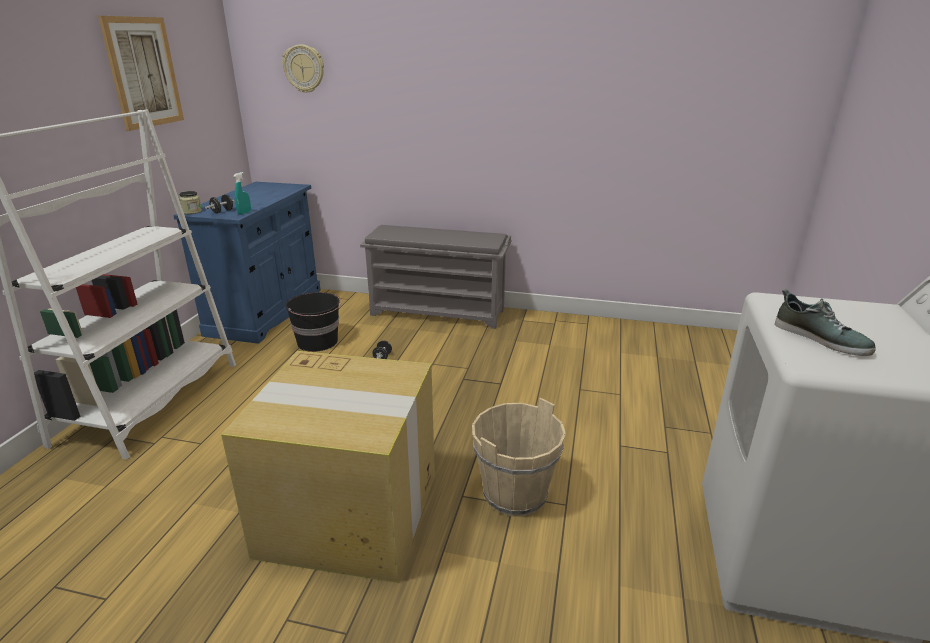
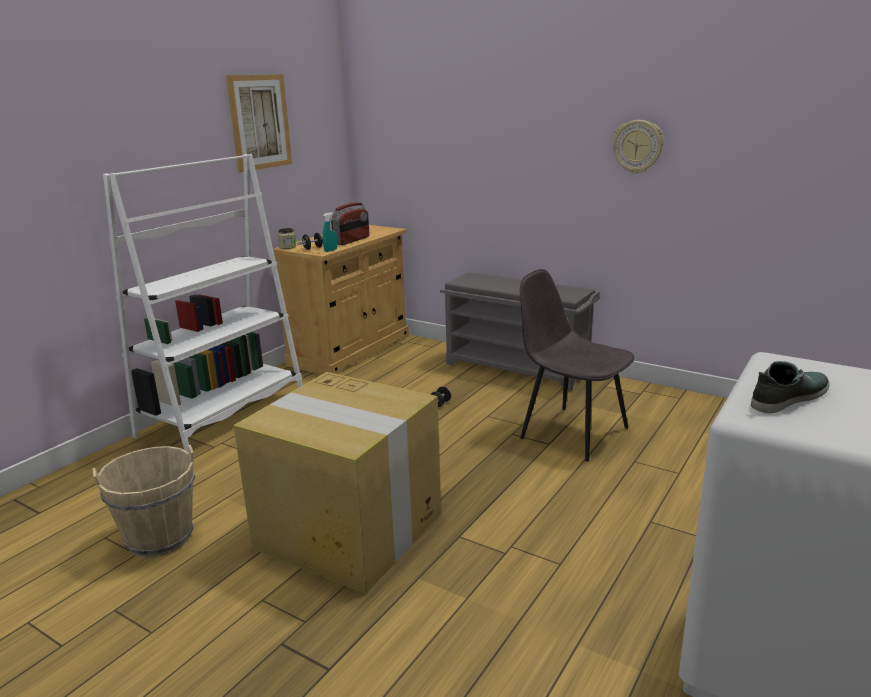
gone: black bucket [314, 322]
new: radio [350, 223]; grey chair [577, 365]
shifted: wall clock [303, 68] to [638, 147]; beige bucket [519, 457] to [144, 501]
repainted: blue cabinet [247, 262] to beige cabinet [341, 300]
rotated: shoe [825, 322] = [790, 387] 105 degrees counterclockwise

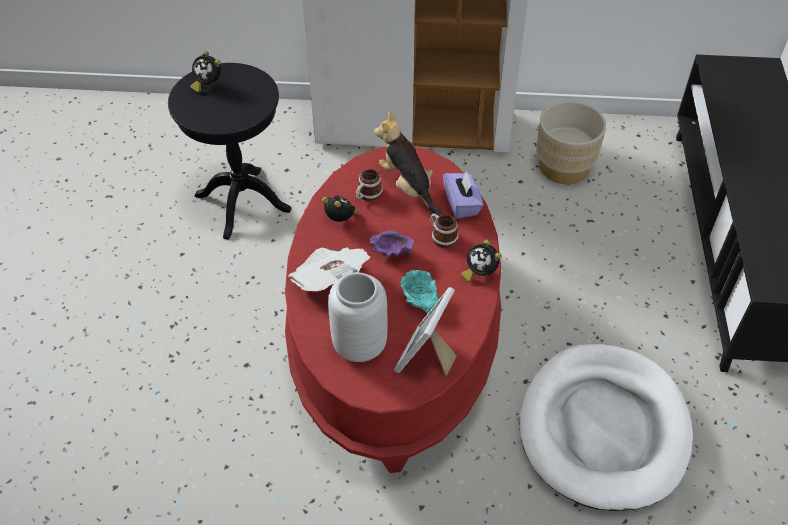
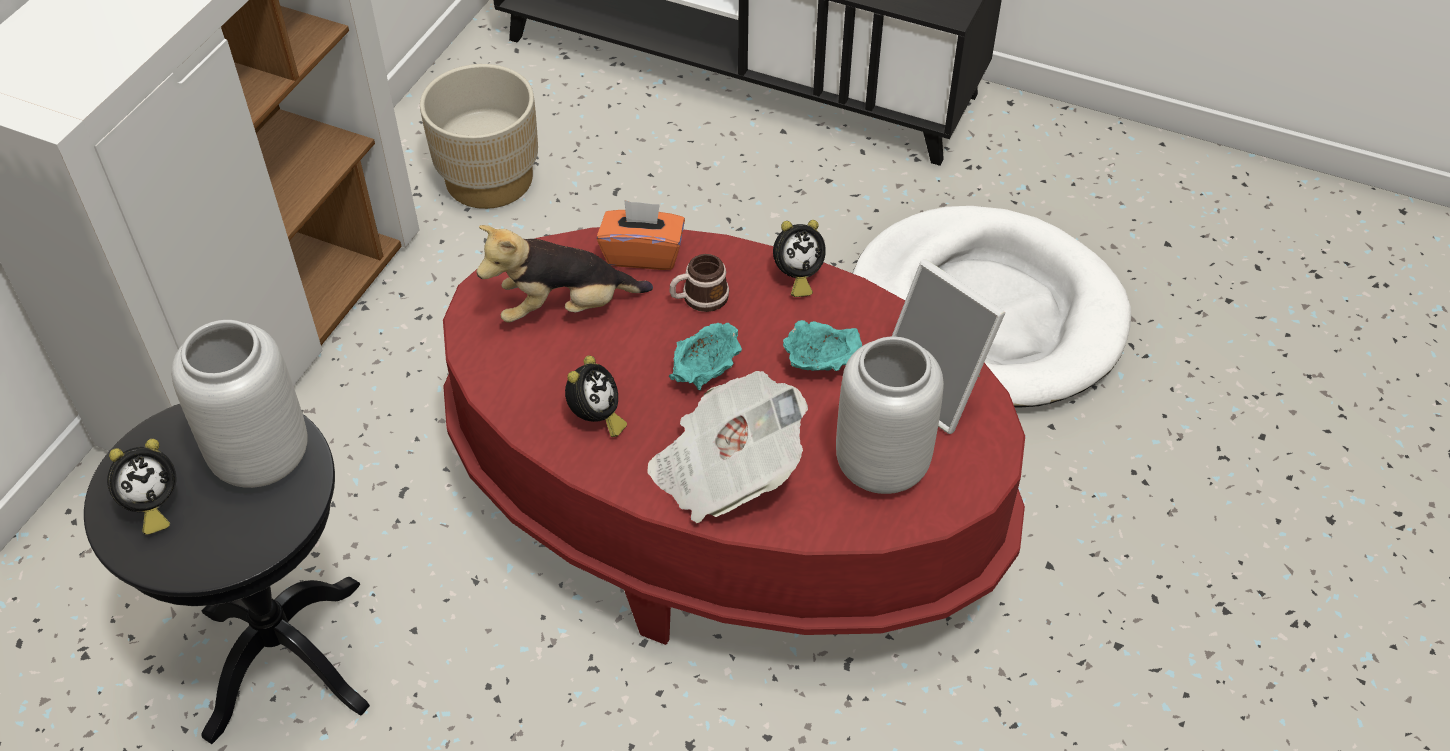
gone: mug [369, 185]
new: grey vase [239, 404]
repainted: purple tissue box [463, 195] to orange tissue box [641, 235]; purple bowl [391, 243] to turquoise bowl [705, 356]
rotated: alarm clock [340, 208] = [596, 396] 150 degrees clockwise

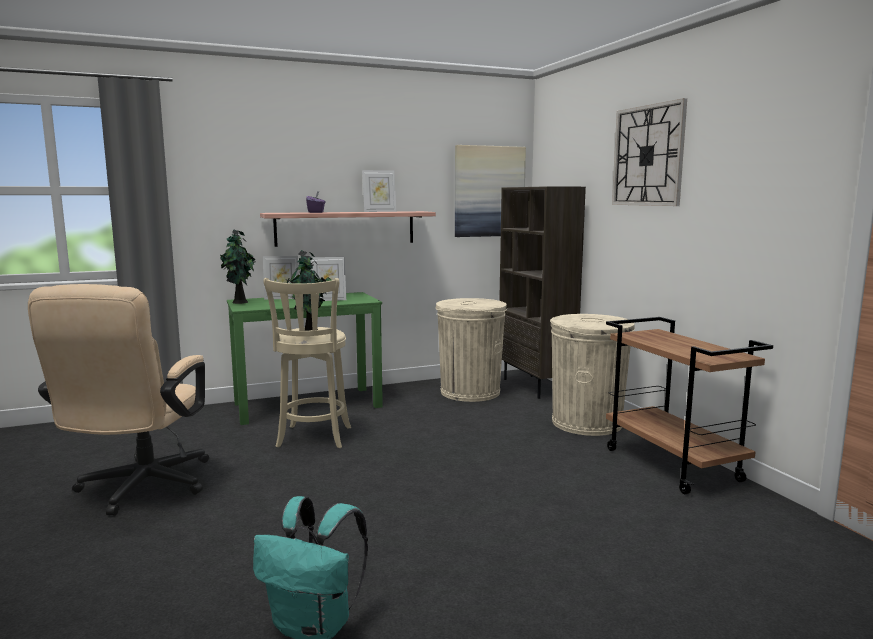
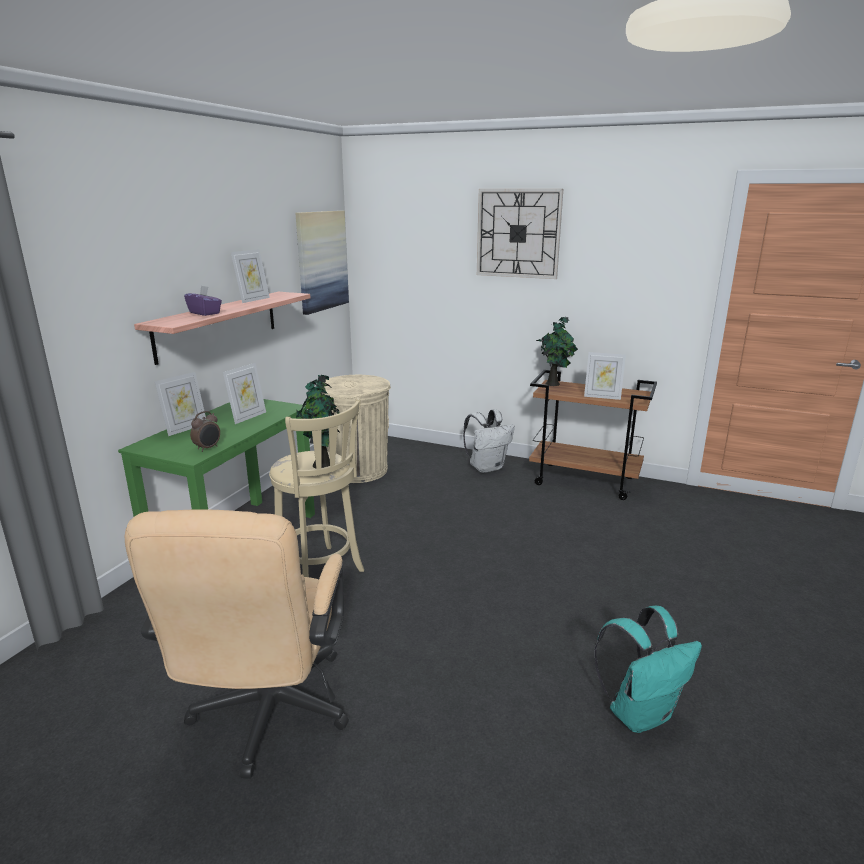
gone: brown bookcase [542, 292]
new: picture frame [605, 376]; alarm clock [205, 431]
shifted: potted plant [238, 266] to [557, 351]
swapped: beige trash can [592, 375] to white backpack [489, 441]
rotated: beige office chair [118, 400] = [237, 644] 45 degrees clockwise

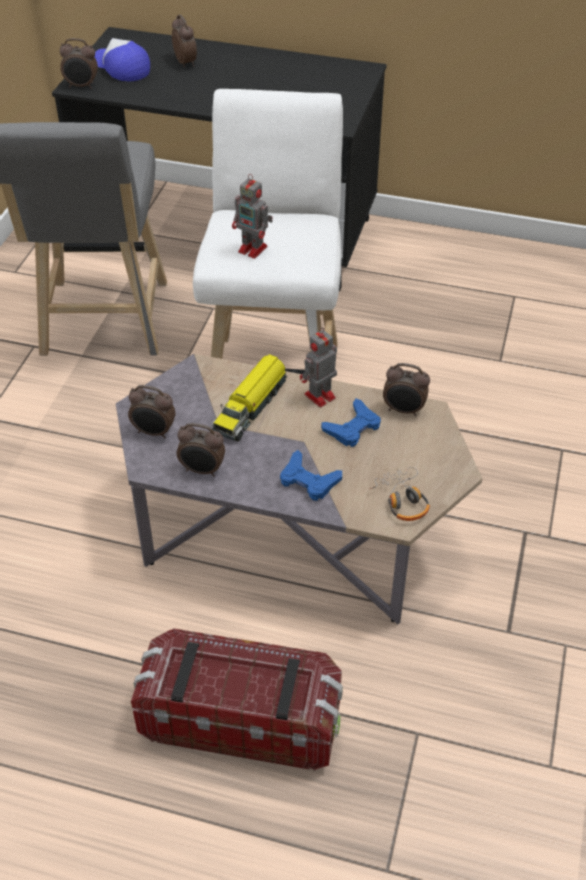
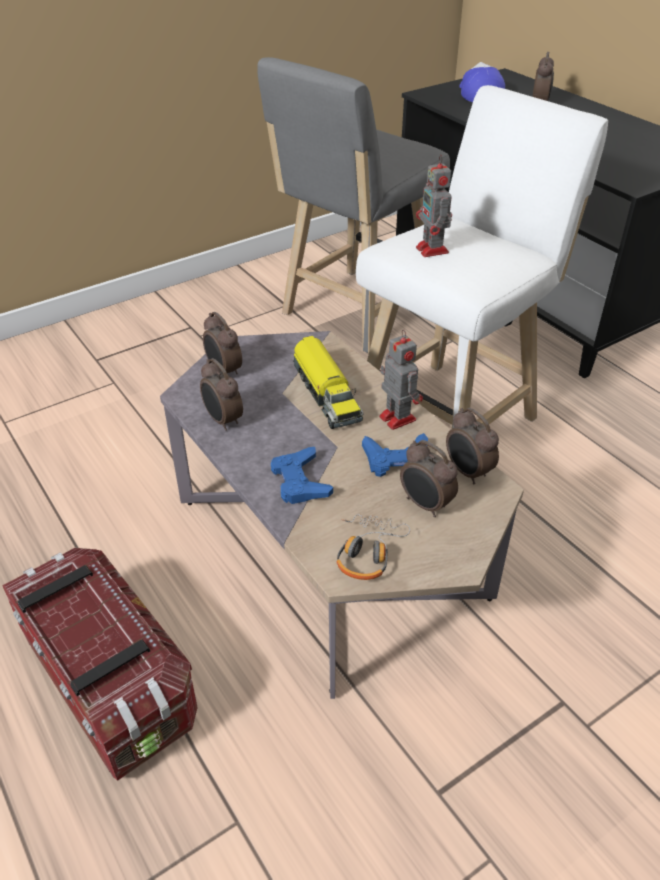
shifted: alarm clock [79, 63] to [429, 478]
rotated: toy robot [318, 367] = [401, 379] 60 degrees clockwise; toy truck [249, 397] = [328, 382] 90 degrees counterclockwise

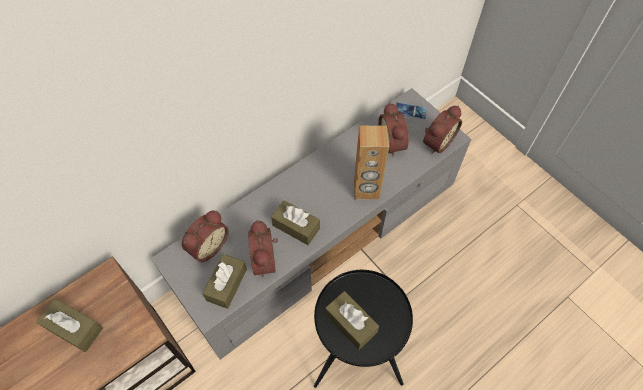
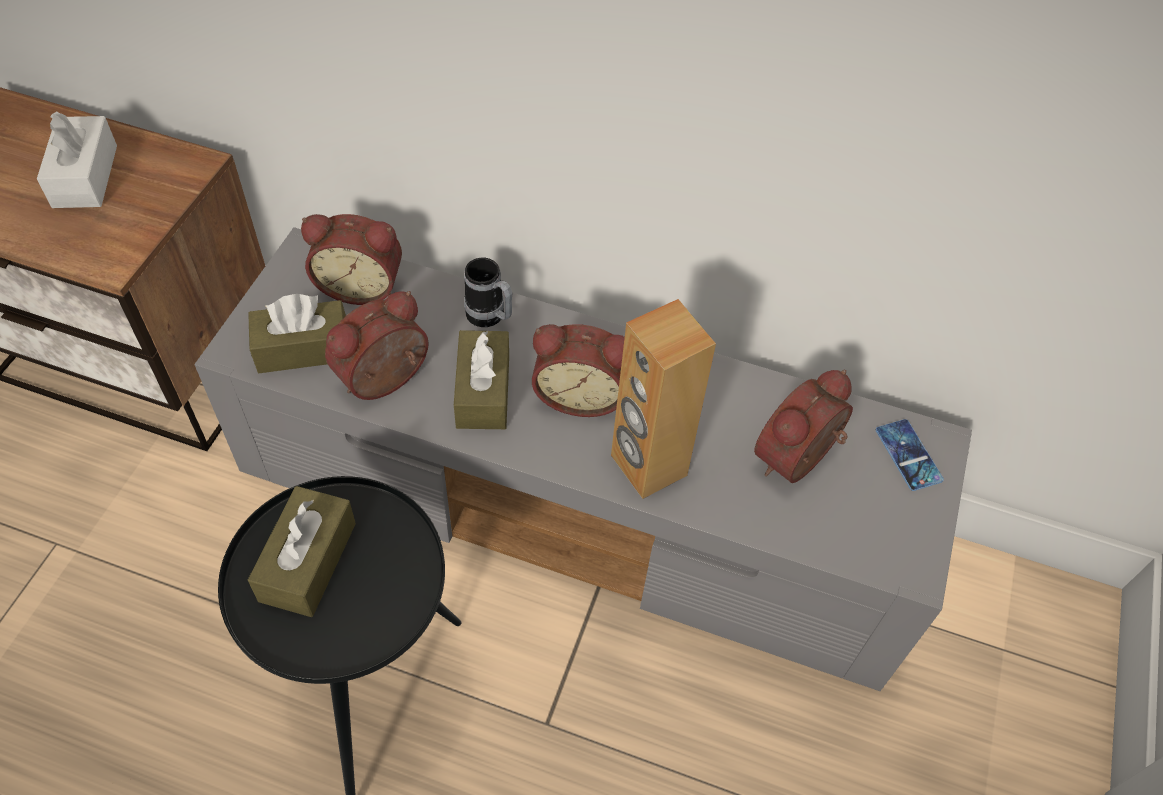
new: mug [488, 292]
shifted: alarm clock [442, 129] to [578, 370]
repainted: brown tissue box [69, 325] to white tissue box [77, 159]

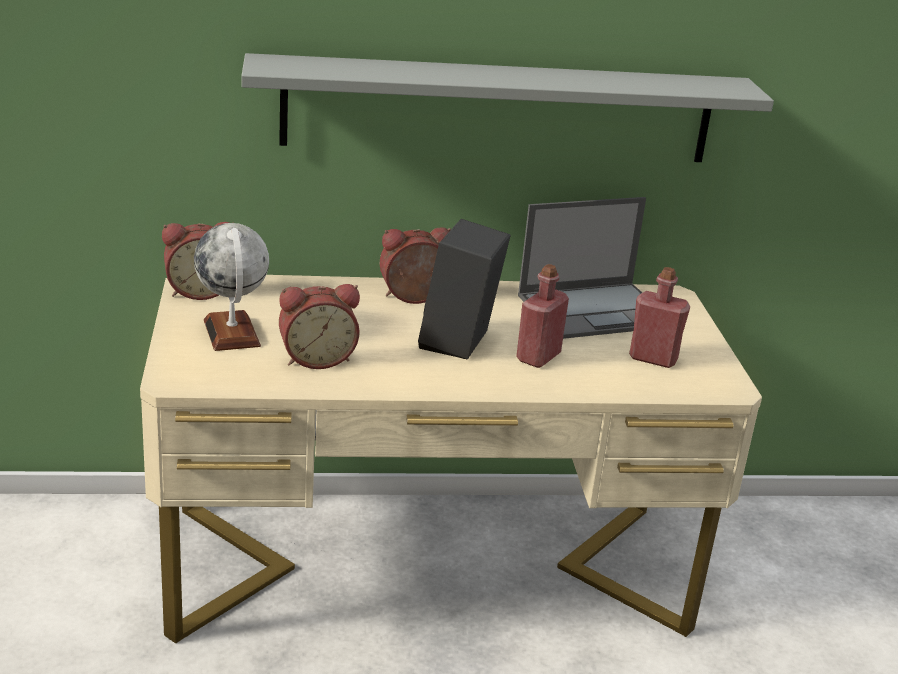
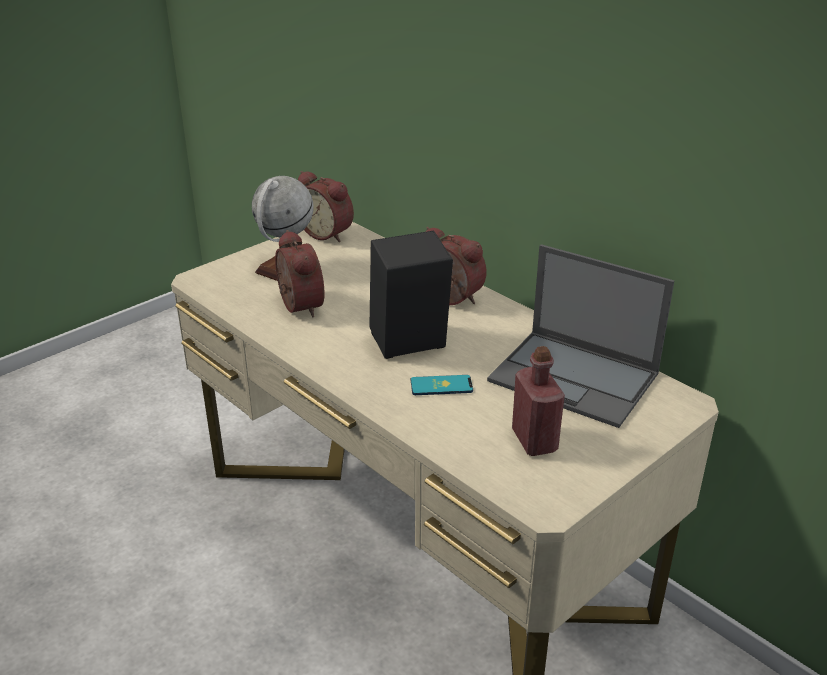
gone: grey shelf [507, 107]
swapped: red bottle [542, 316] to phone [442, 385]
rotated: alarm clock [319, 326] = [300, 273] 150 degrees counterclockwise

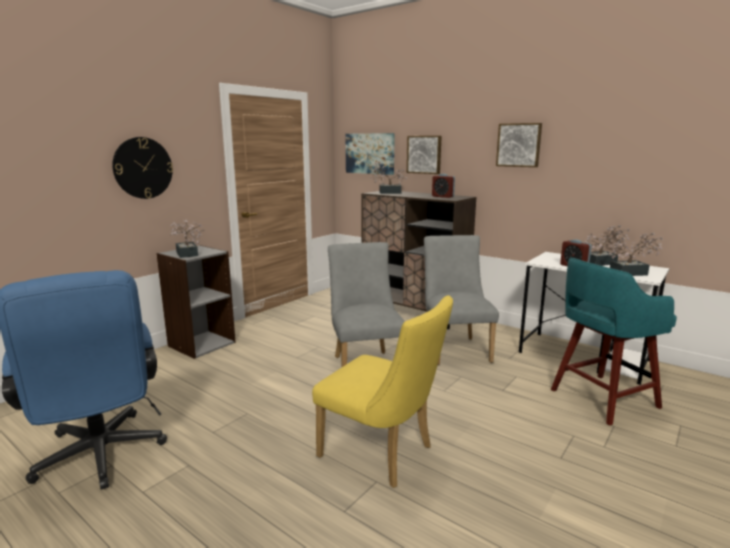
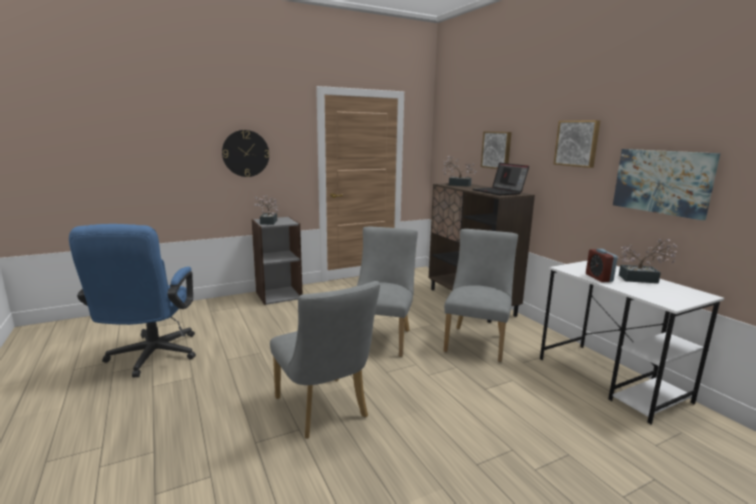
gone: potted plant [635, 254]; turquoise stool [614, 341]
shifted: picture [370, 154] to [666, 184]
swapped: alarm clock [443, 186] to laptop [501, 179]
repainted: yellow chair [382, 391] to grey chair [325, 360]

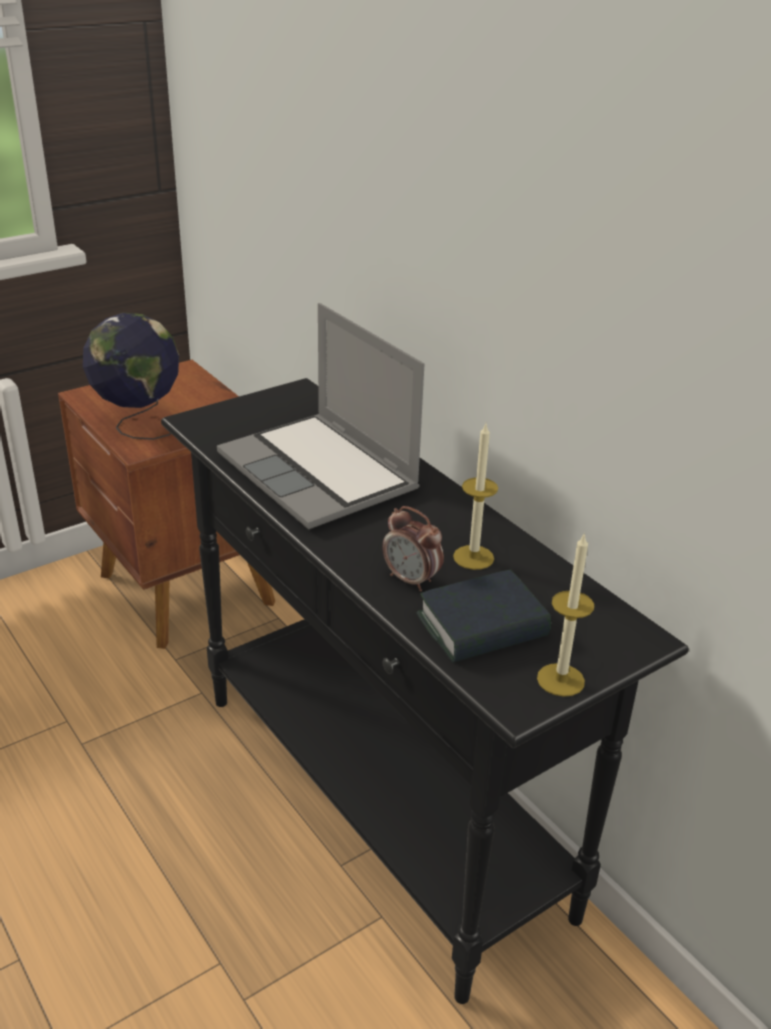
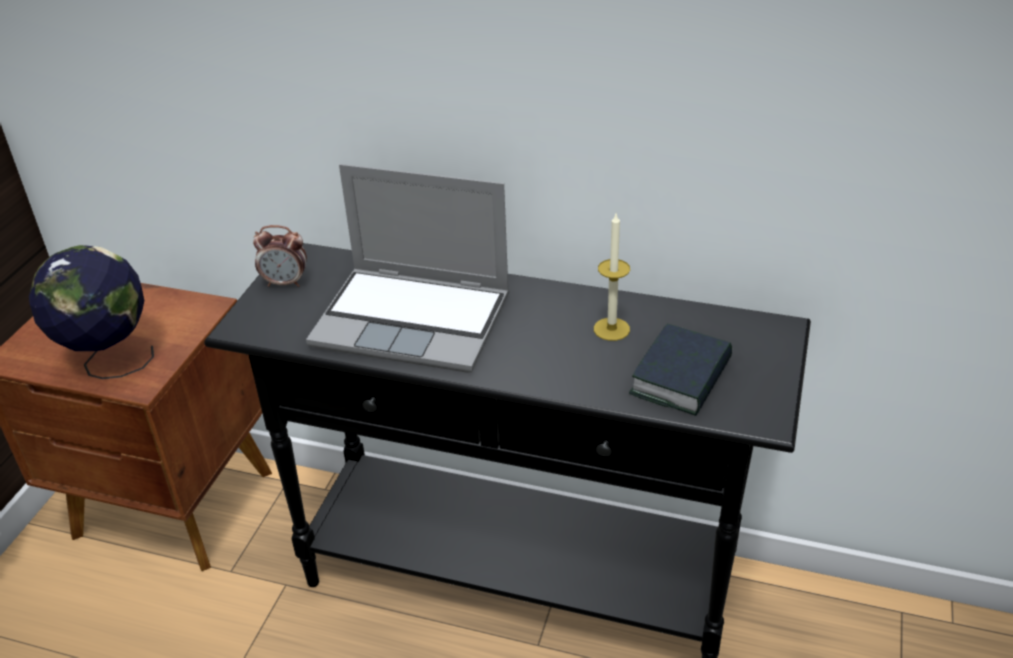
gone: candle [565, 614]
shifted: alarm clock [413, 549] to [280, 256]

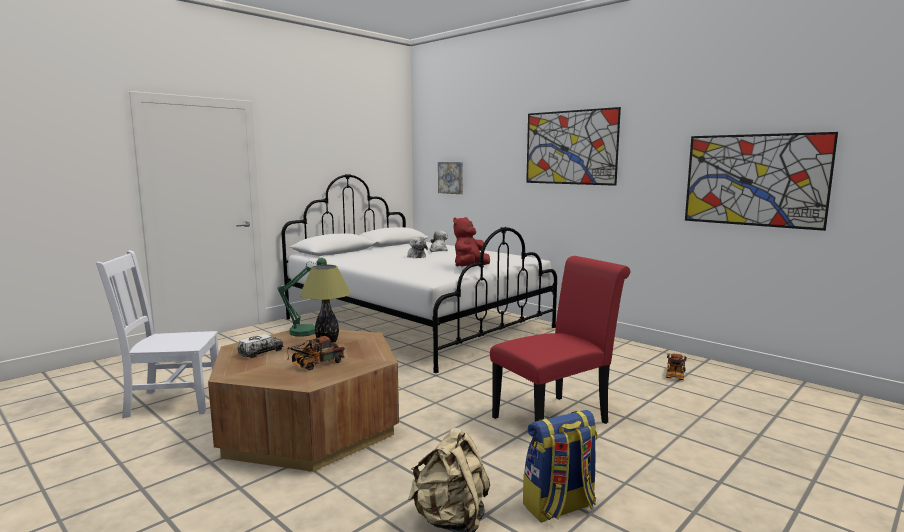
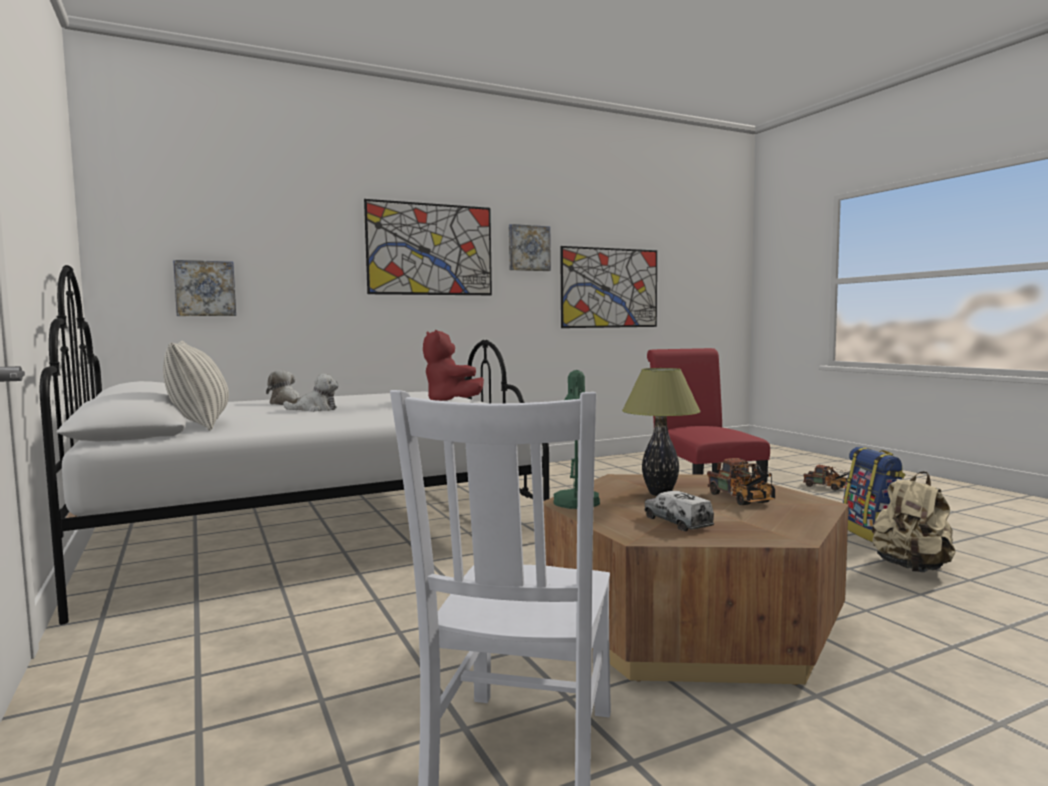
new: picture [530, 247]; pillow [196, 386]
shifted: toy truck [676, 367] to [826, 478]

